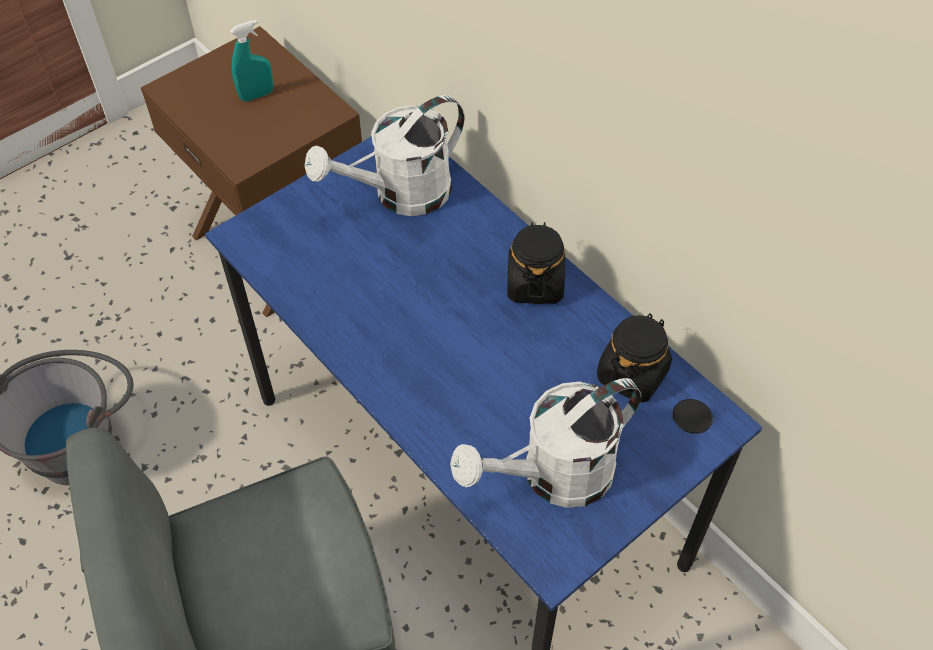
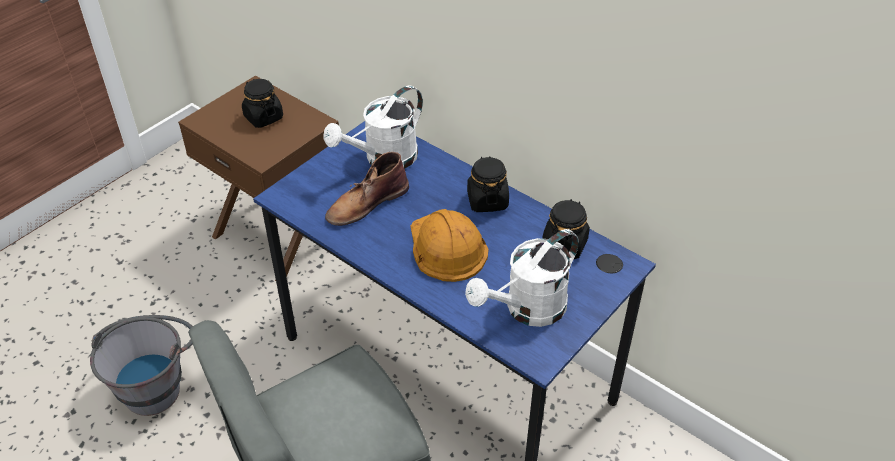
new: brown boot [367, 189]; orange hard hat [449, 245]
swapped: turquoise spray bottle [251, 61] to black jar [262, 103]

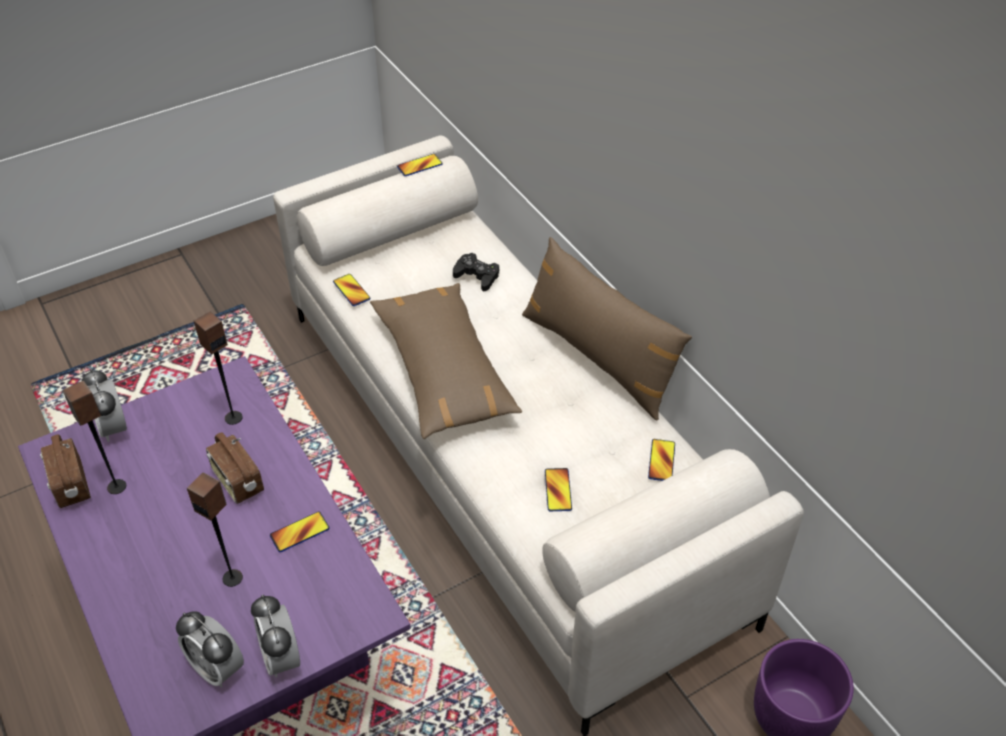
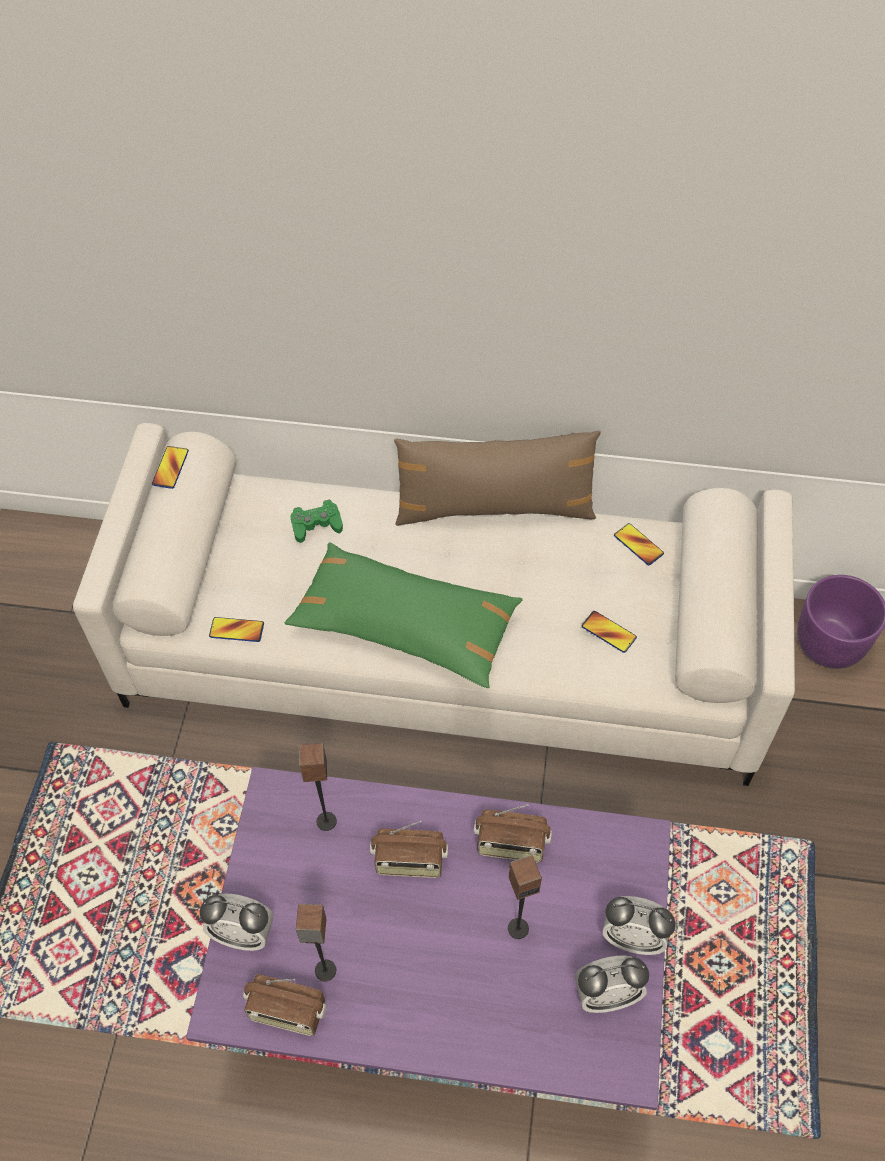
swapped: phone [300, 532] to radio [513, 833]
repainted: black game controller [476, 272] to green game controller [316, 521]; brown pillow [446, 361] to green pillow [404, 615]

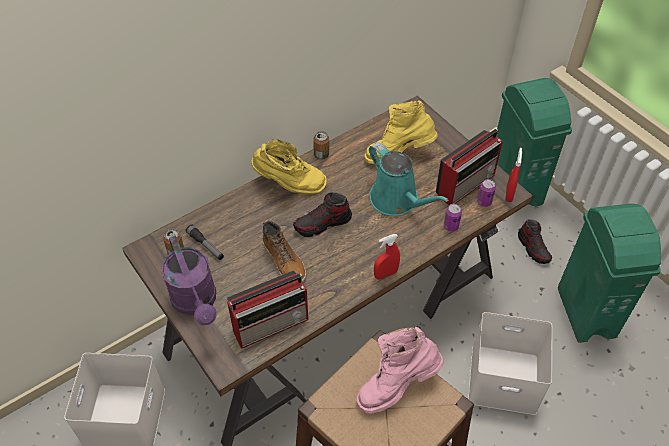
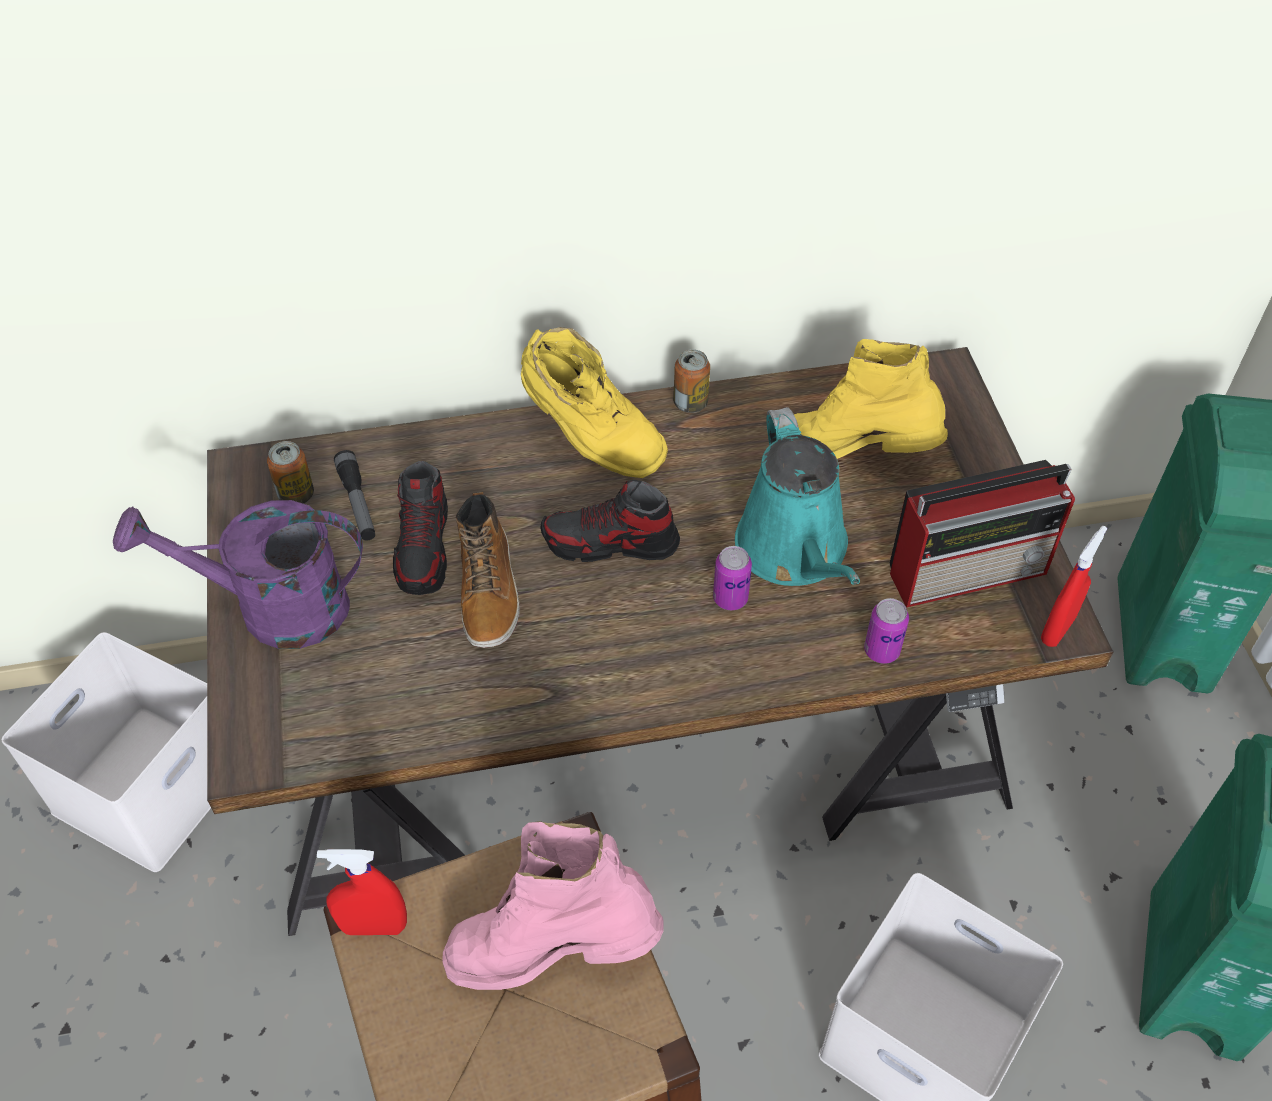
gone: radio [267, 309]
shifted: can [486, 193] to [732, 578]; shoe [535, 241] to [420, 528]; red spray bottle [387, 256] to [362, 892]
rotated: purple watering can [189, 281] = [238, 574] 90 degrees clockwise

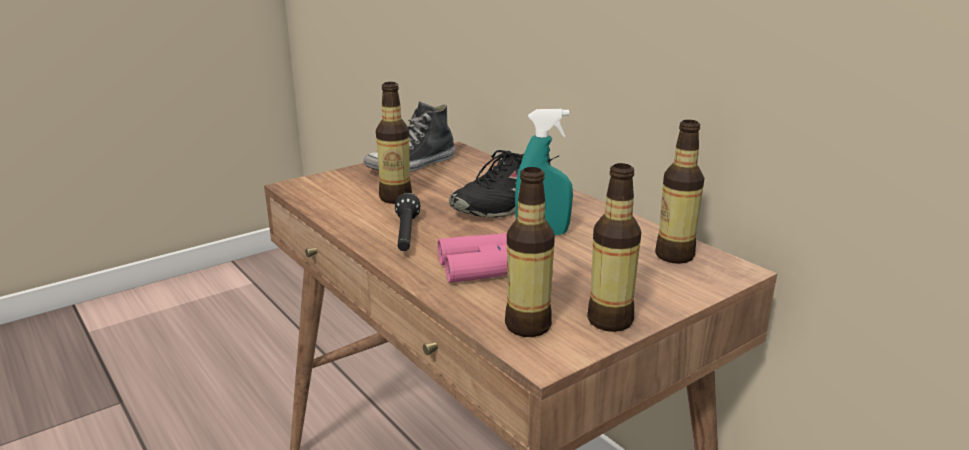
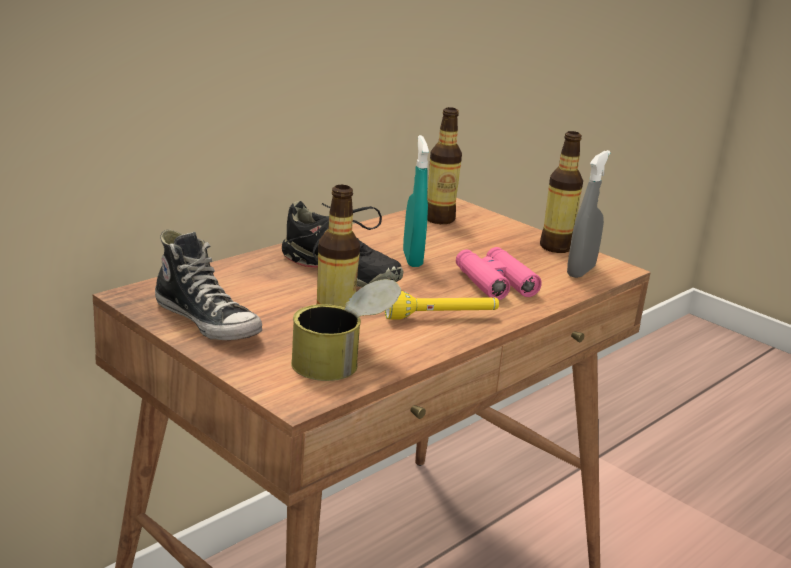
new: can [346, 330]
swapped: bottle [530, 252] to grey spray bottle [589, 214]
repainted: black flashlight [407, 222] to yellow flashlight [442, 305]

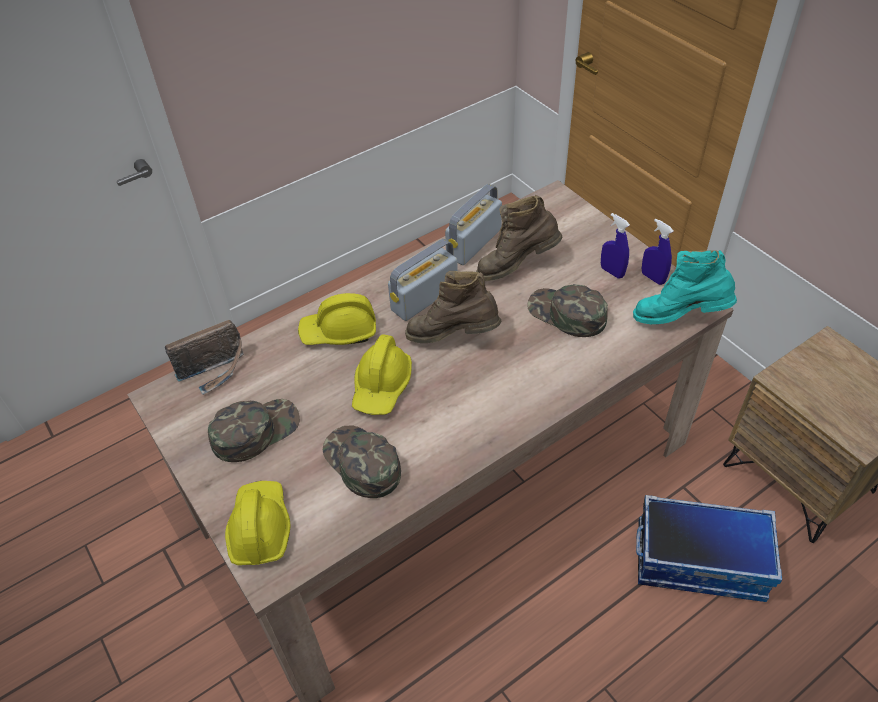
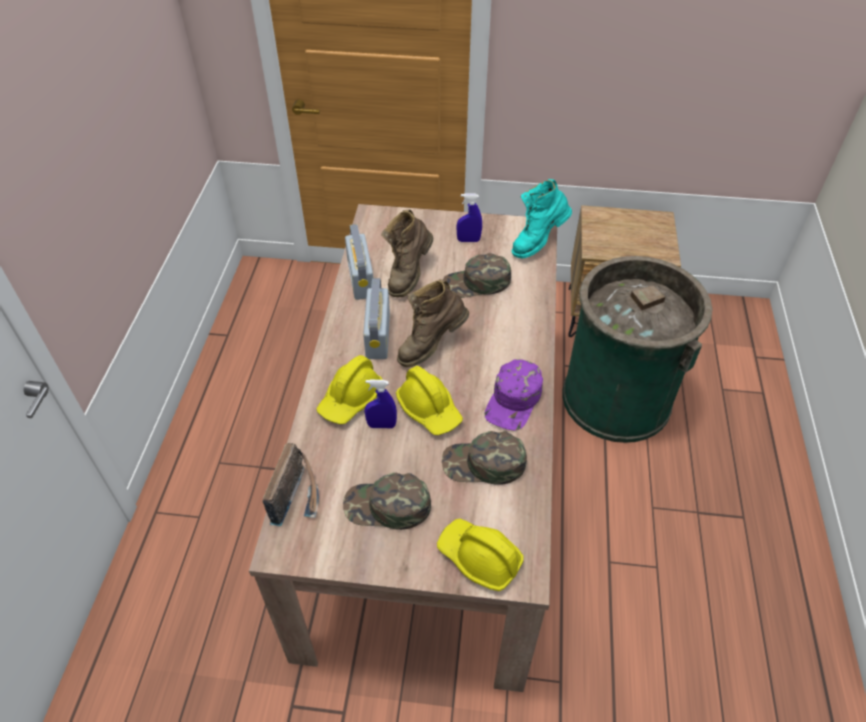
new: purple cap [513, 395]
shifted: blue spray bottle [658, 252] to [381, 404]
swapped: storage box [709, 548] to green trash can [637, 349]
rotated: green cap [254, 430] = [387, 501] 90 degrees counterclockwise

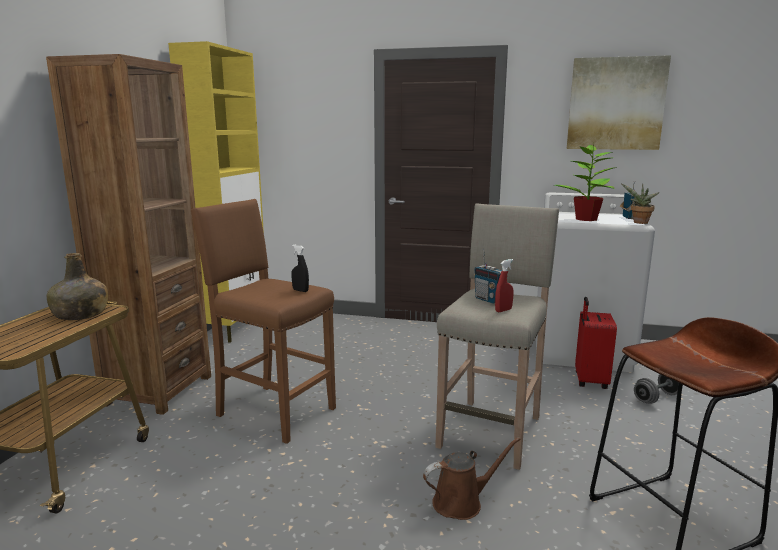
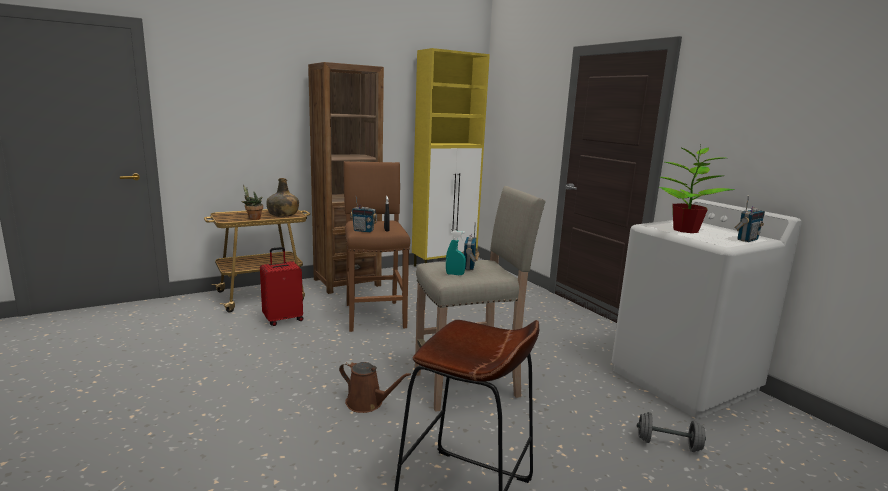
gone: picture [619, 102]
new: radio [364, 214]
shifted: potted plant [641, 204] to [252, 202]; red suitcase [596, 343] to [282, 286]
repainted: red spray bottle [504, 285] to turquoise spray bottle [456, 253]

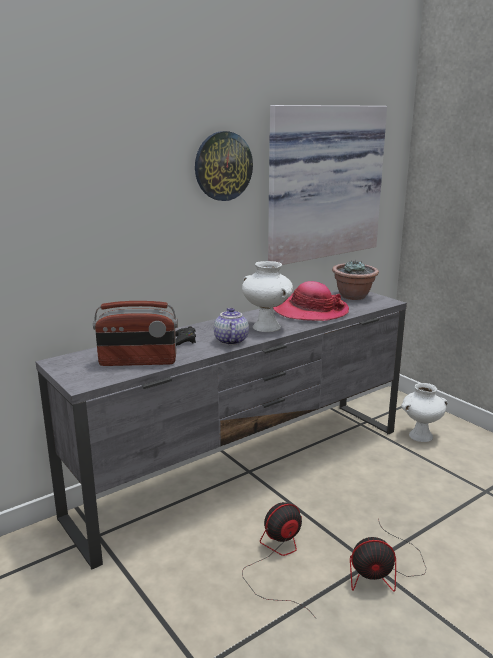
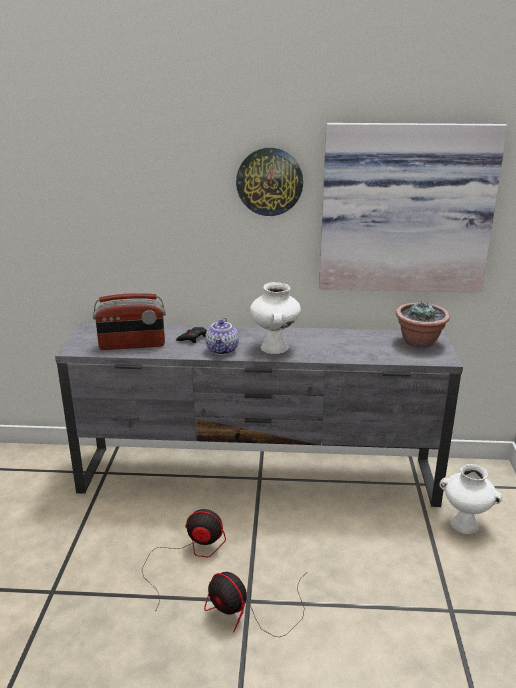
gone: hat [311, 301]
rotated: radio [135, 333] = [129, 321] 45 degrees counterclockwise; teapot [231, 326] = [222, 336] 150 degrees clockwise

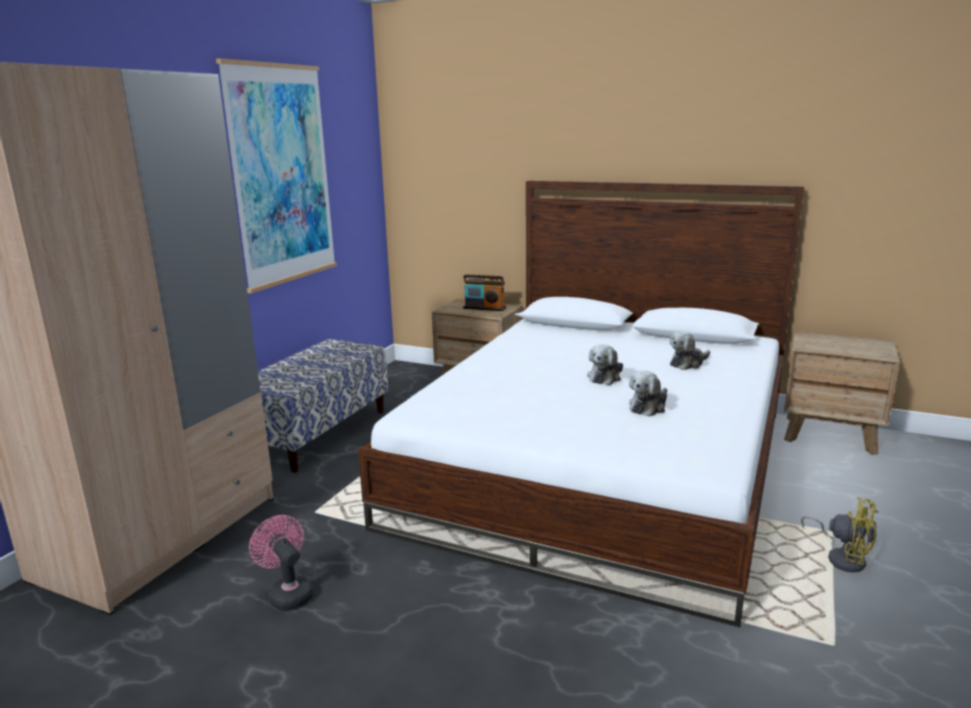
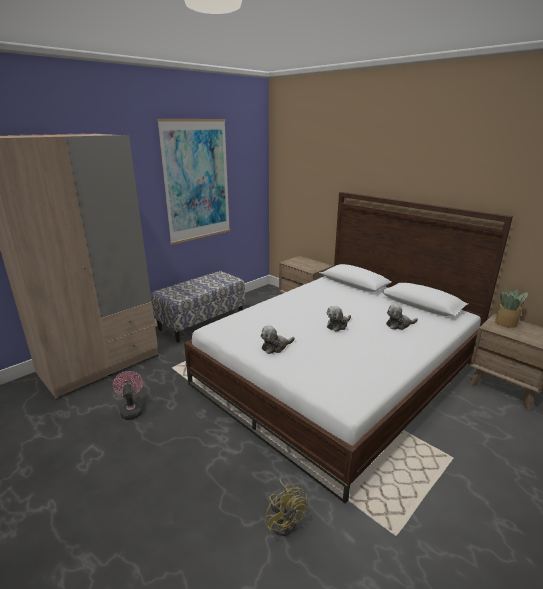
gone: radio [484, 292]
new: potted plant [511, 308]
shifted: plush toy [648, 393] to [278, 340]; yellow fan [839, 534] to [286, 507]

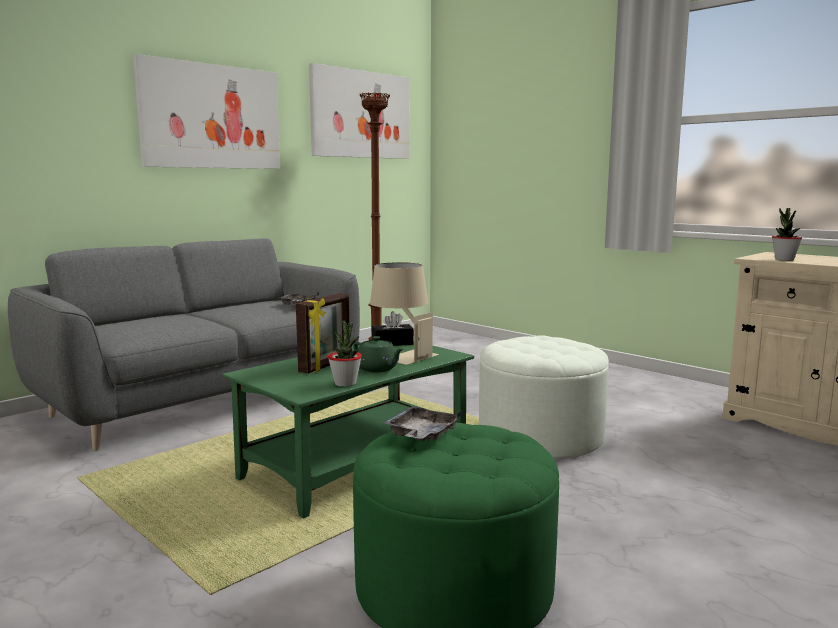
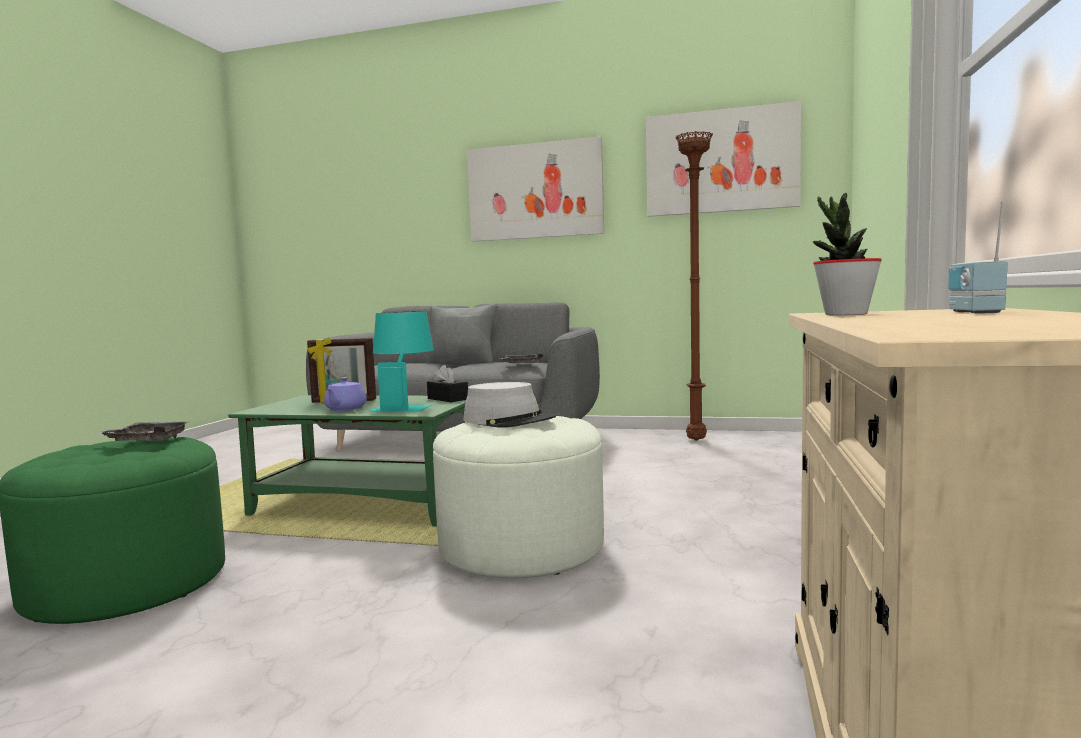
gone: potted plant [345, 353]
new: radio [978, 258]; grey pillow [462, 333]; grey hat [509, 405]
repainted: beige table lamp [404, 313] to turquoise table lamp [402, 361]; green teapot [378, 354] to purple teapot [345, 394]

